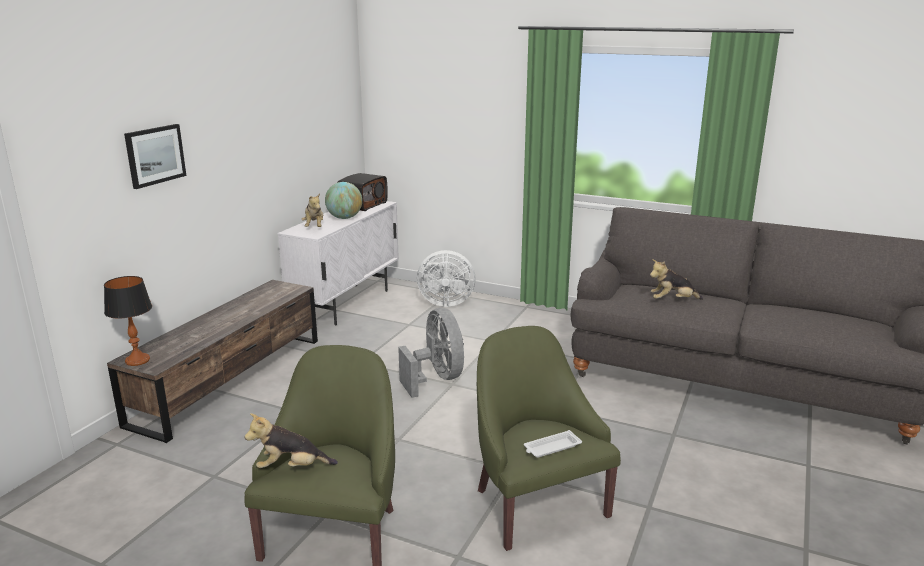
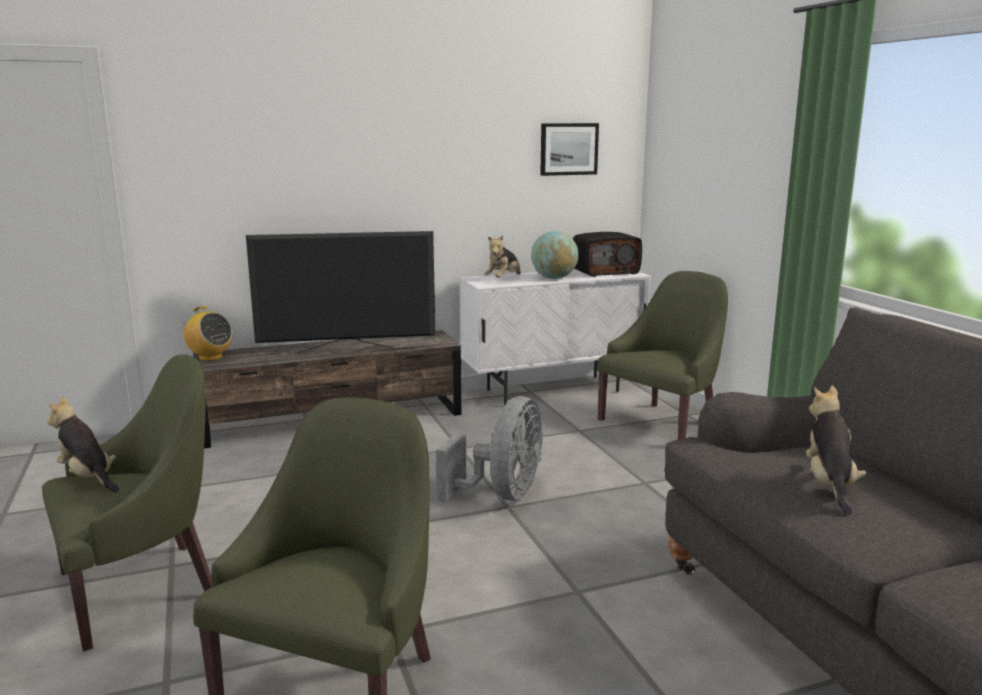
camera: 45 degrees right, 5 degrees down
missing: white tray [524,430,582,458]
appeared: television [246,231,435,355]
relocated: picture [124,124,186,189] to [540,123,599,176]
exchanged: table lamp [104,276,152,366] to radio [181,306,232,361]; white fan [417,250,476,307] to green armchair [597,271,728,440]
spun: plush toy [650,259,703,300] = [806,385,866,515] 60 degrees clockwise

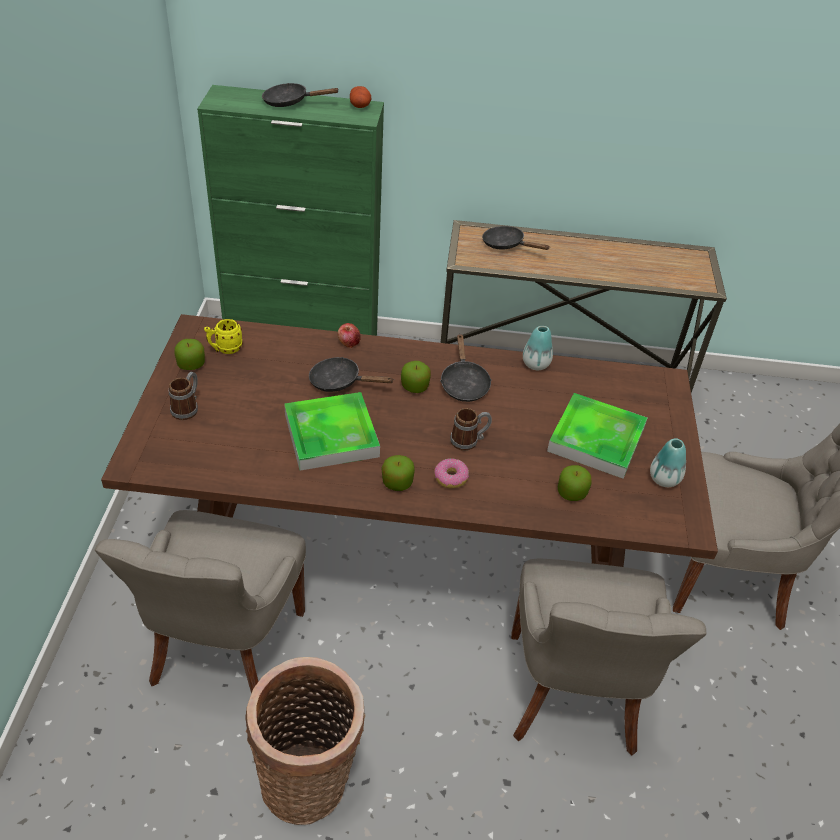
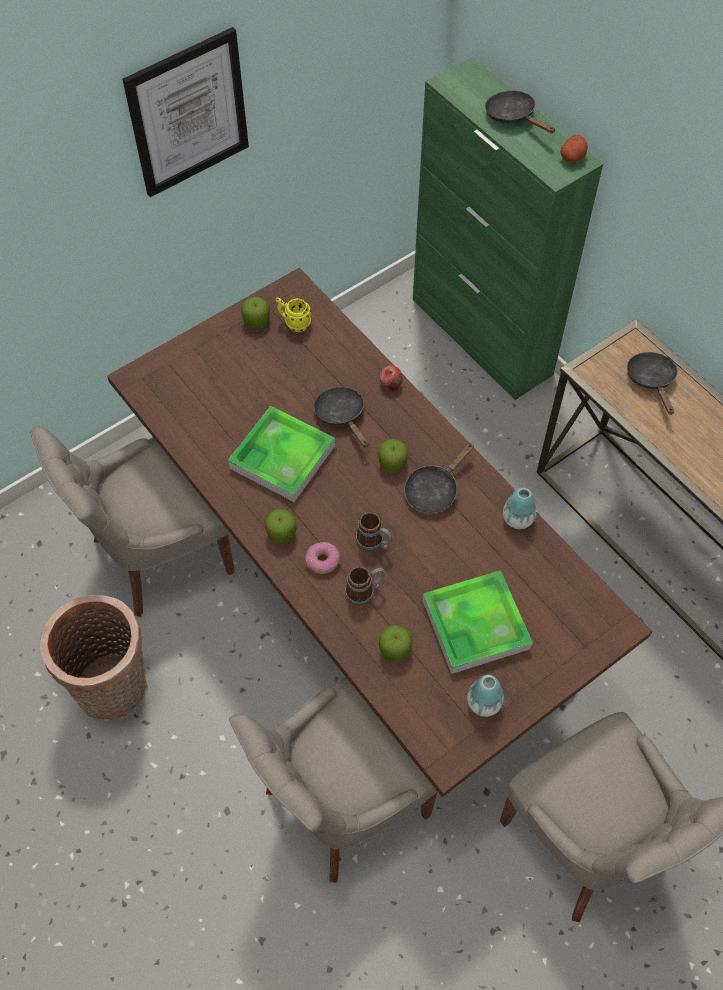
camera: 50 degrees right, 15 degrees up
appeared: picture [123,27,249,197]
relocated: mug [169,372,198,420] to [345,566,386,606]

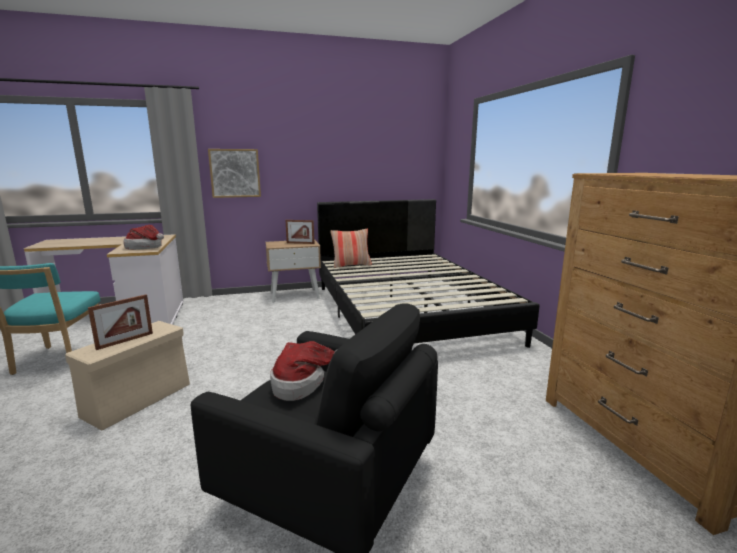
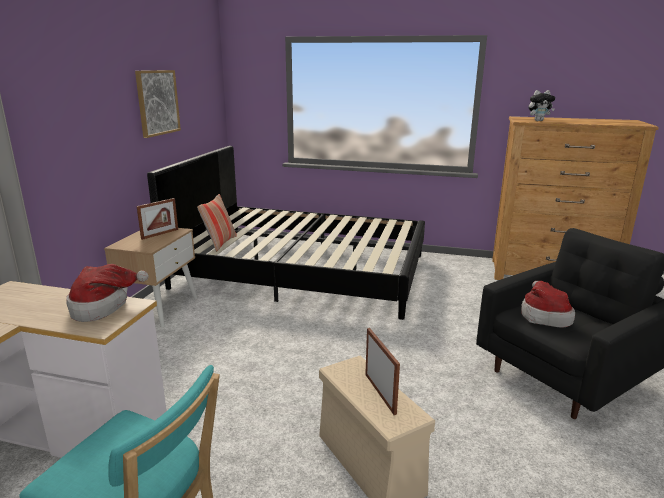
camera: 60 degrees left, 5 degrees up
appeared: plush toy [529,90,555,121]
relocated: picture [208,149,261,198] to [135,70,181,138]

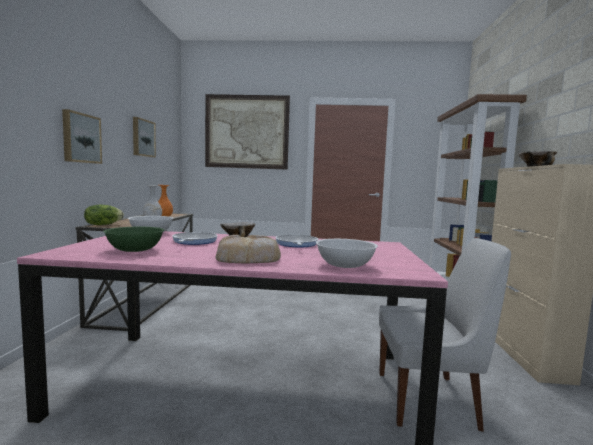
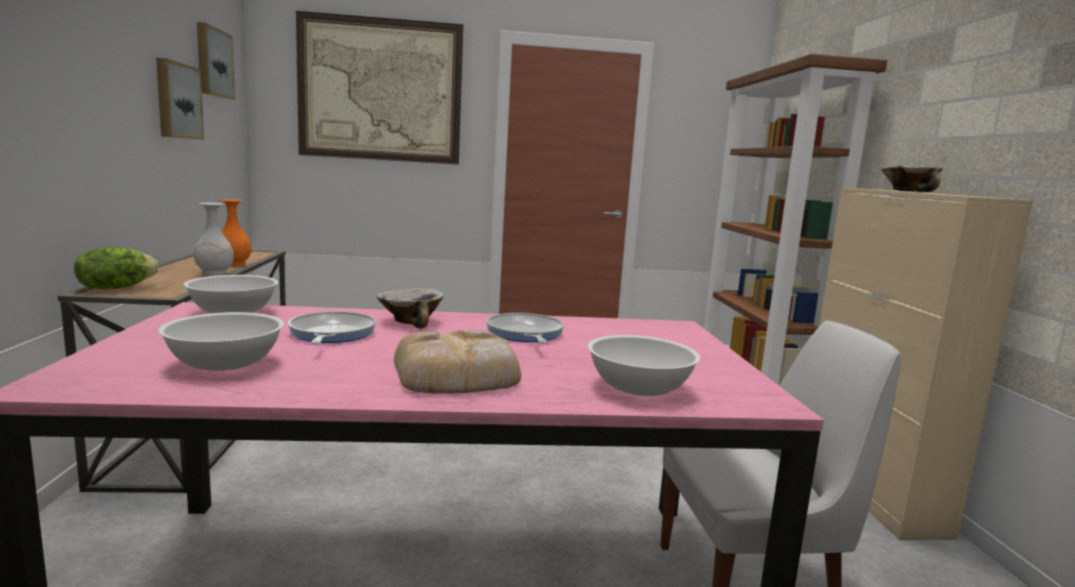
camera: 10 degrees left, 5 degrees up
relocated: picture [62,109,102,164] to [197,22,235,100]
colour: green bowl [103,227,164,252] to white bowl [158,312,284,371]

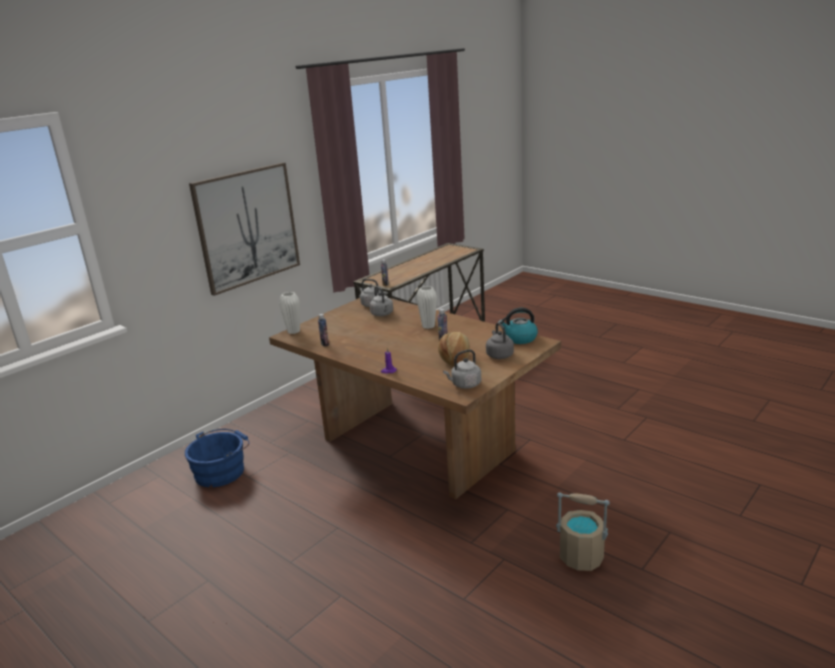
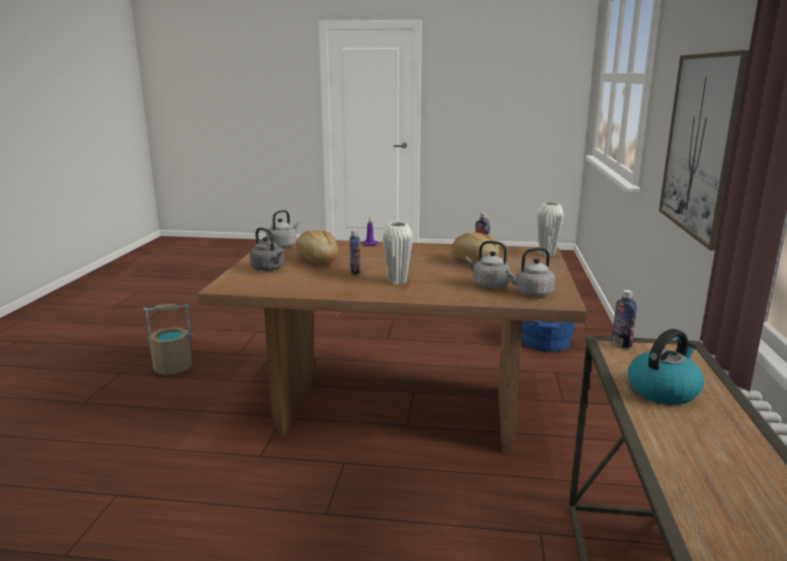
camera: 145 degrees right, 5 degrees down
appeared: bread [451,233,500,264]
relocated: kettle [498,308,538,344] to [628,329,704,405]

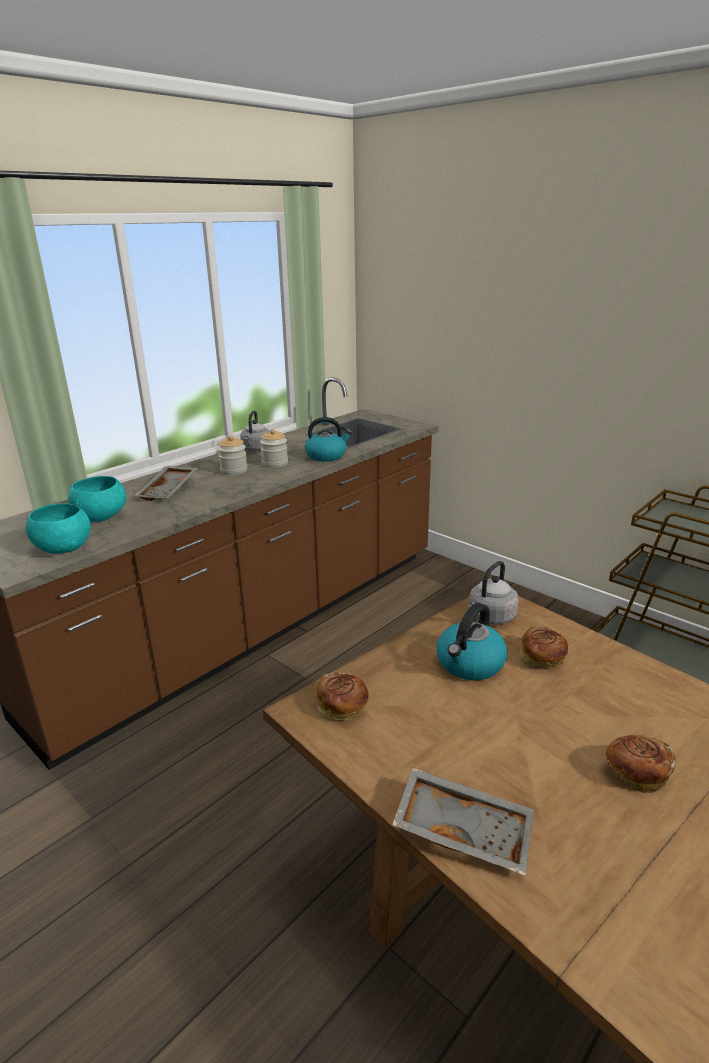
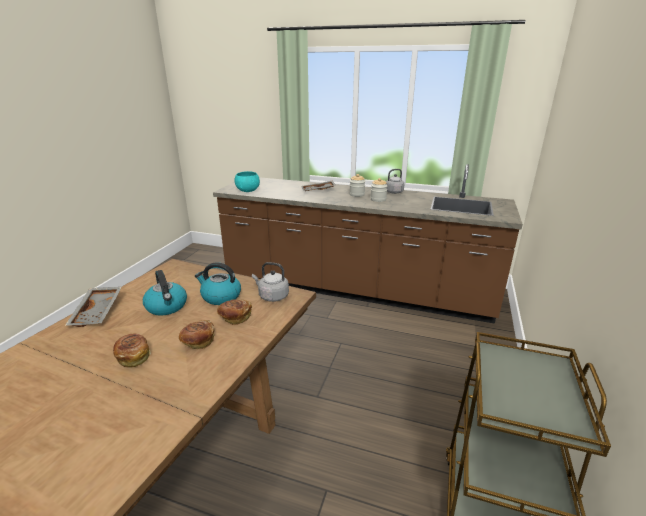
camera: 65 degrees right, 0 degrees up
missing: turquoise bowl [68,476,126,522]
relocated: kettle [304,417,352,461] to [143,270,187,316]; bread [317,672,369,720] to [179,320,214,349]

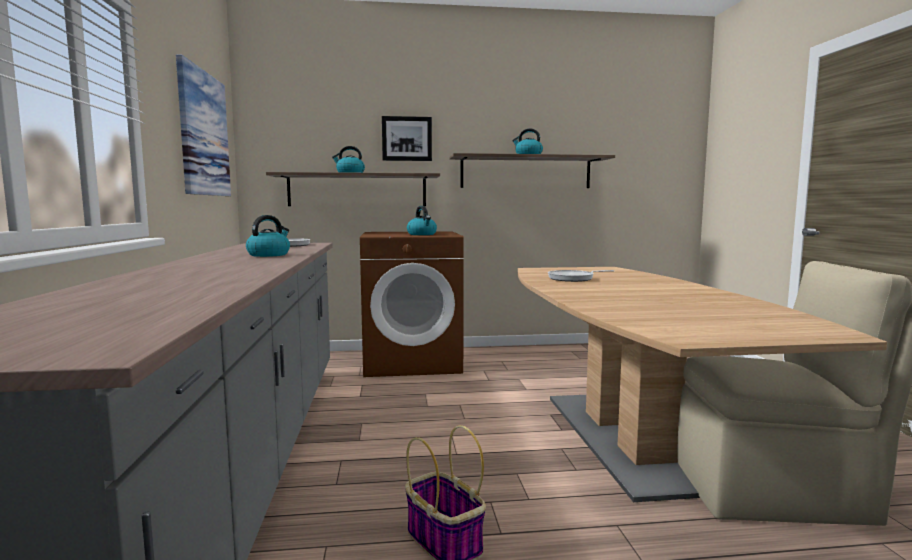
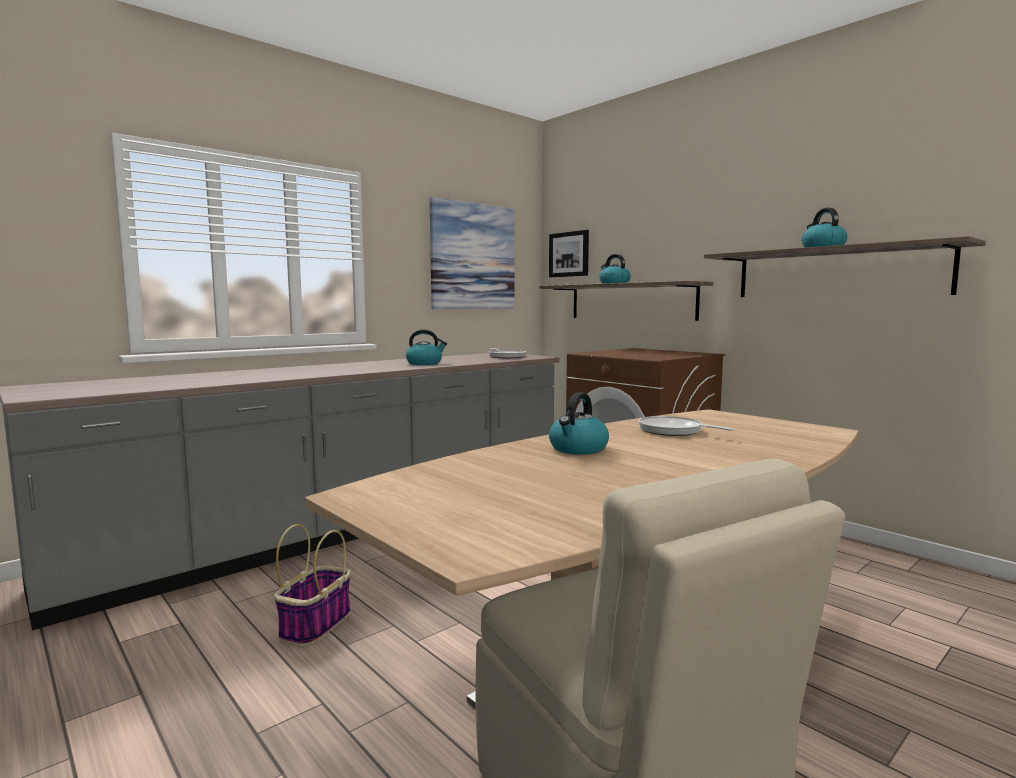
camera: 55 degrees right, 0 degrees up
relocated: picture [382,116,432,161] to [549,230,589,277]; kettle [407,206,437,235] to [549,392,609,455]

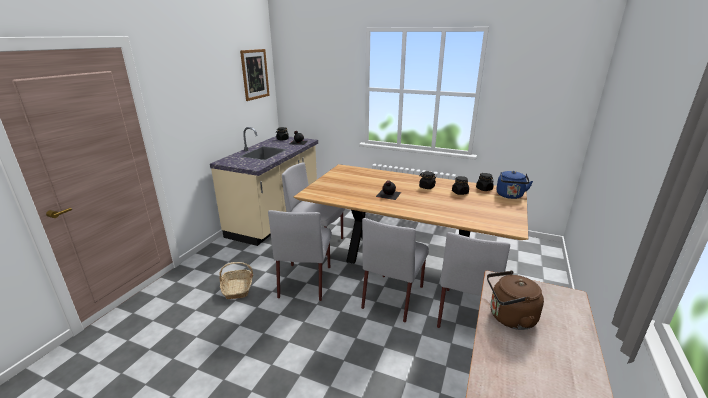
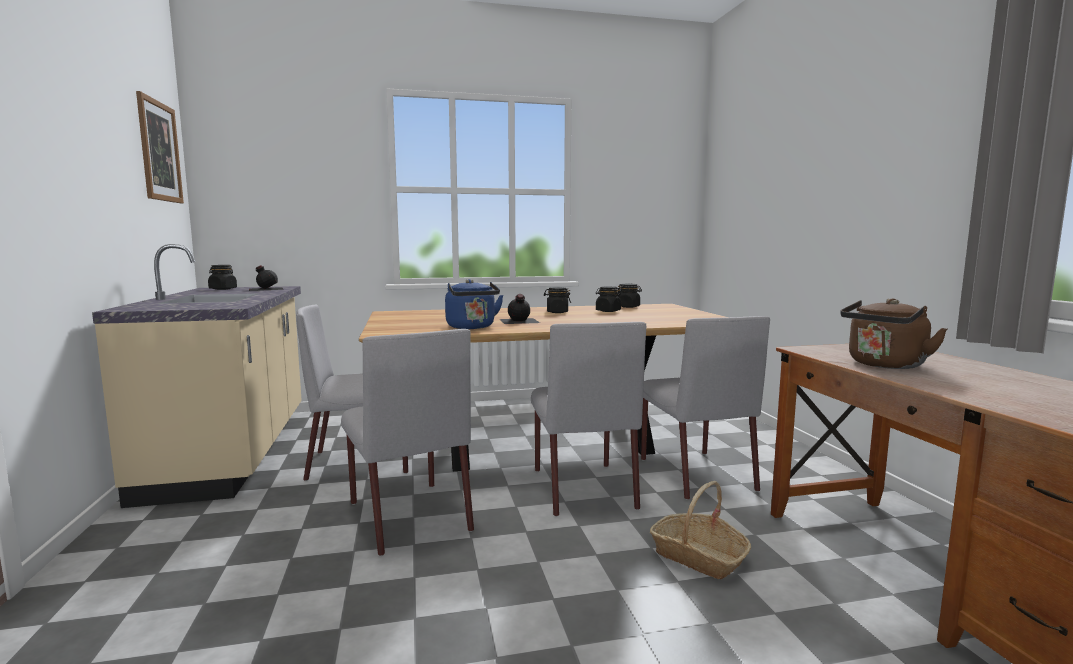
camera: 35 degrees left, 15 degrees down
relocated: basket [219,262,253,299] to [650,481,751,579]; blue kettle [496,171,533,199] to [445,279,504,329]

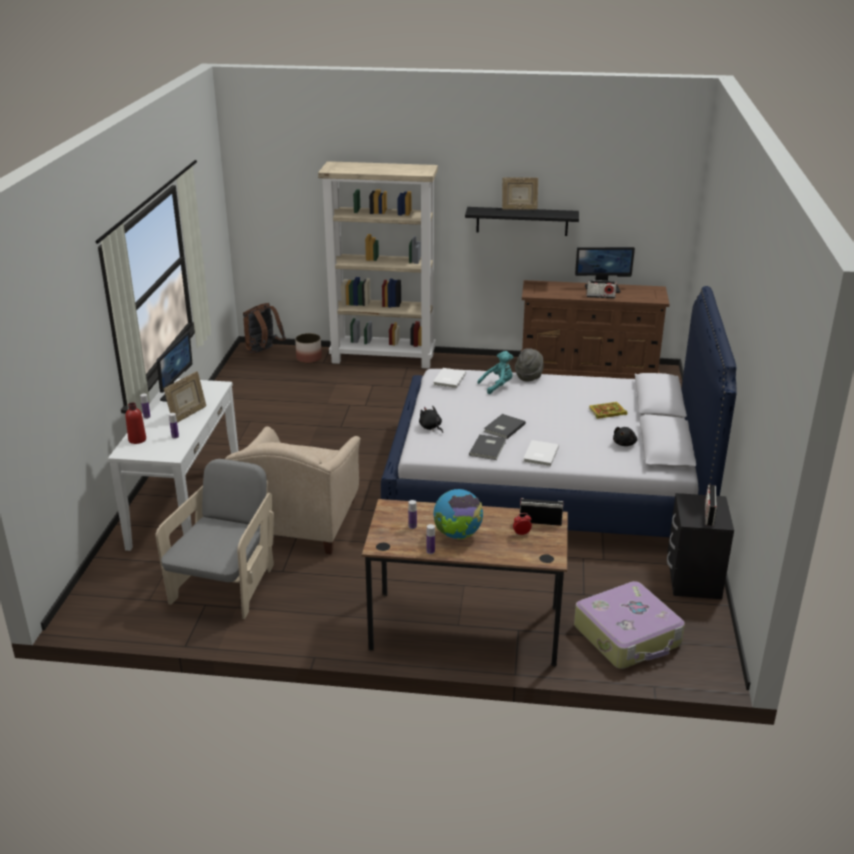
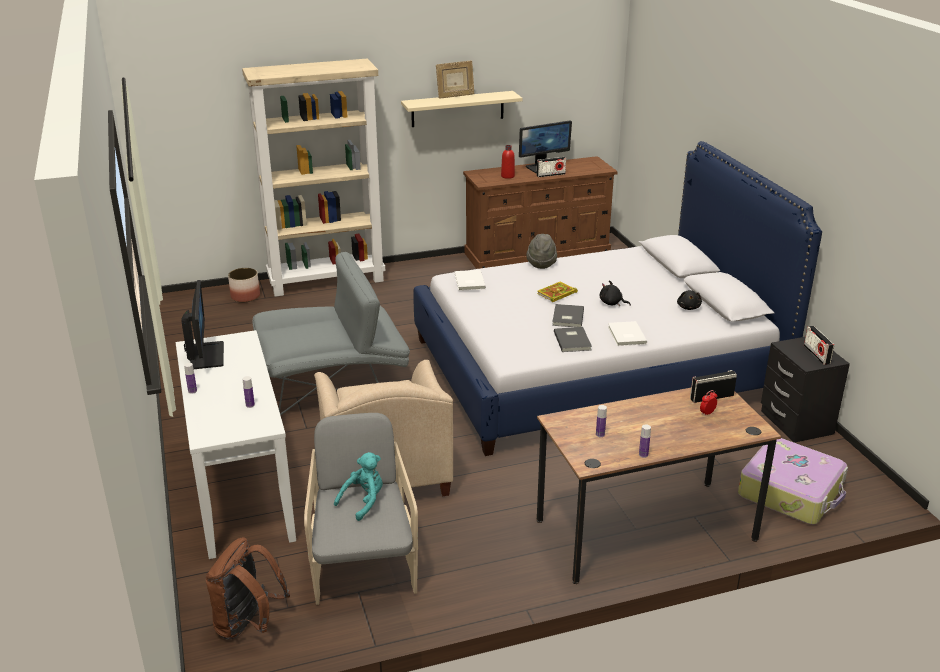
camera: 25 degrees left, 0 degrees up
missing: picture frame [164,371,206,423]; globe [434,489,483,540]
appeared: grey armchair [253,252,410,415]
relocated: red bottle [125,403,146,444] to [501,145,515,179]; brown backpack [243,303,286,353] to [206,537,290,640]; black plush toy [419,405,443,433] to [600,280,631,306]; turquoise plush toy [477,351,514,394] to [334,452,383,521]; book [589,402,627,419] to [537,282,578,302]
colour: black shelf [465,207,579,236] to beige shelf [401,91,522,127]

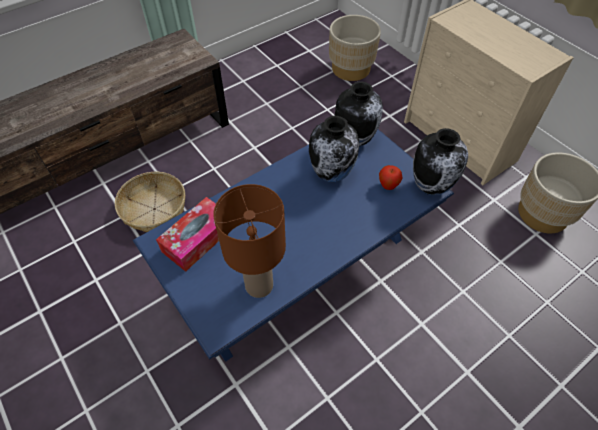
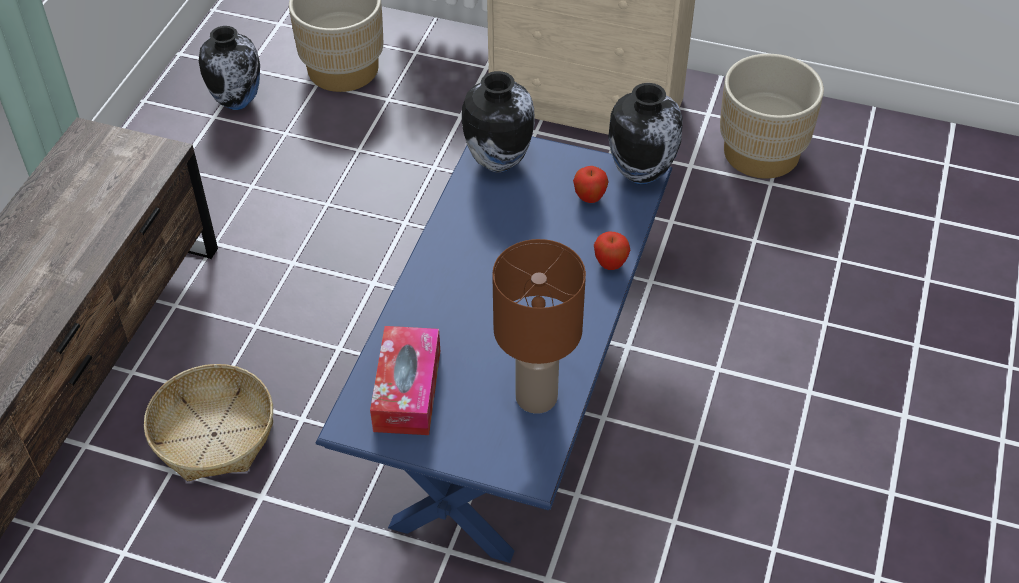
camera: 35 degrees left, 5 degrees down
appeared: apple [594,231,630,270]
relocated: vase [309,116,359,182] to [199,26,260,110]

